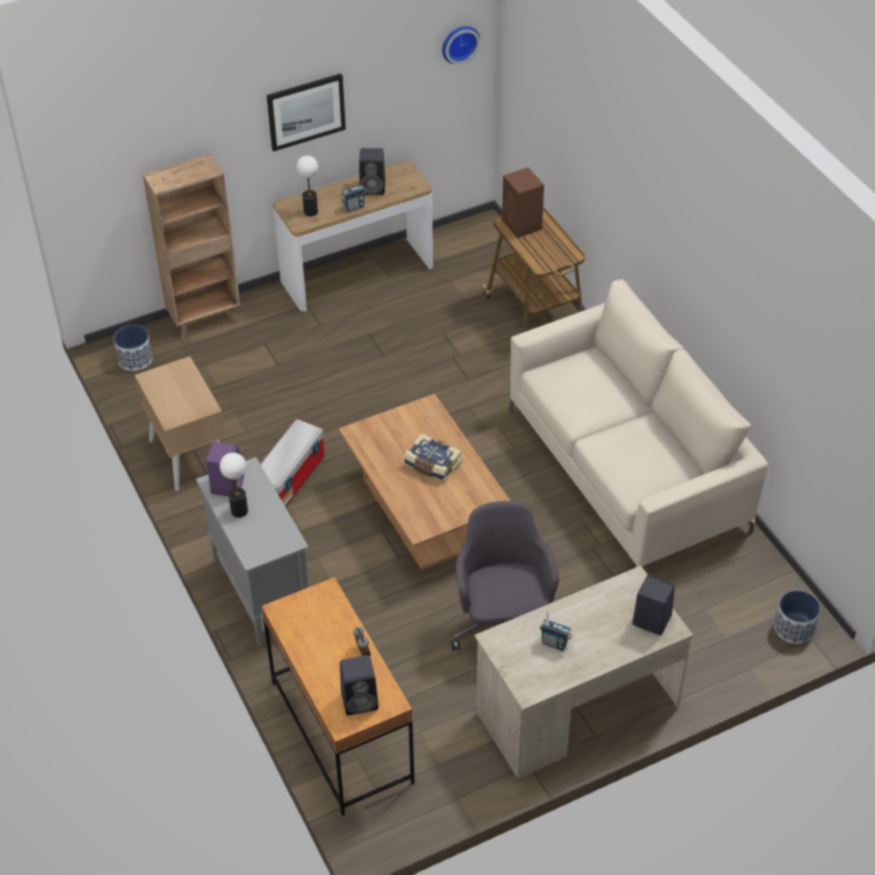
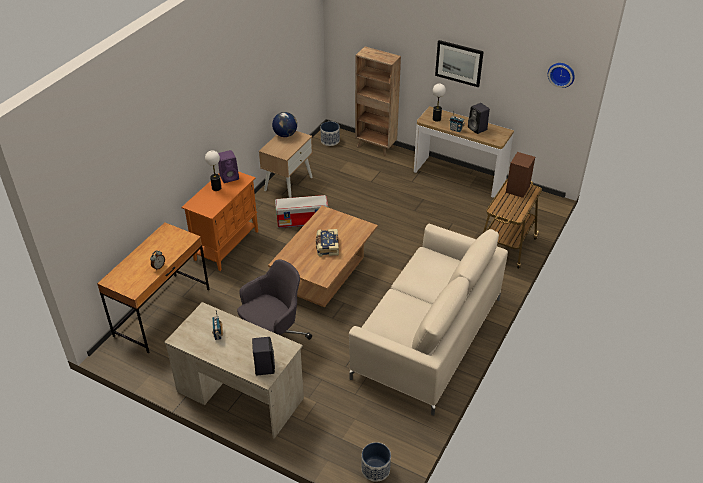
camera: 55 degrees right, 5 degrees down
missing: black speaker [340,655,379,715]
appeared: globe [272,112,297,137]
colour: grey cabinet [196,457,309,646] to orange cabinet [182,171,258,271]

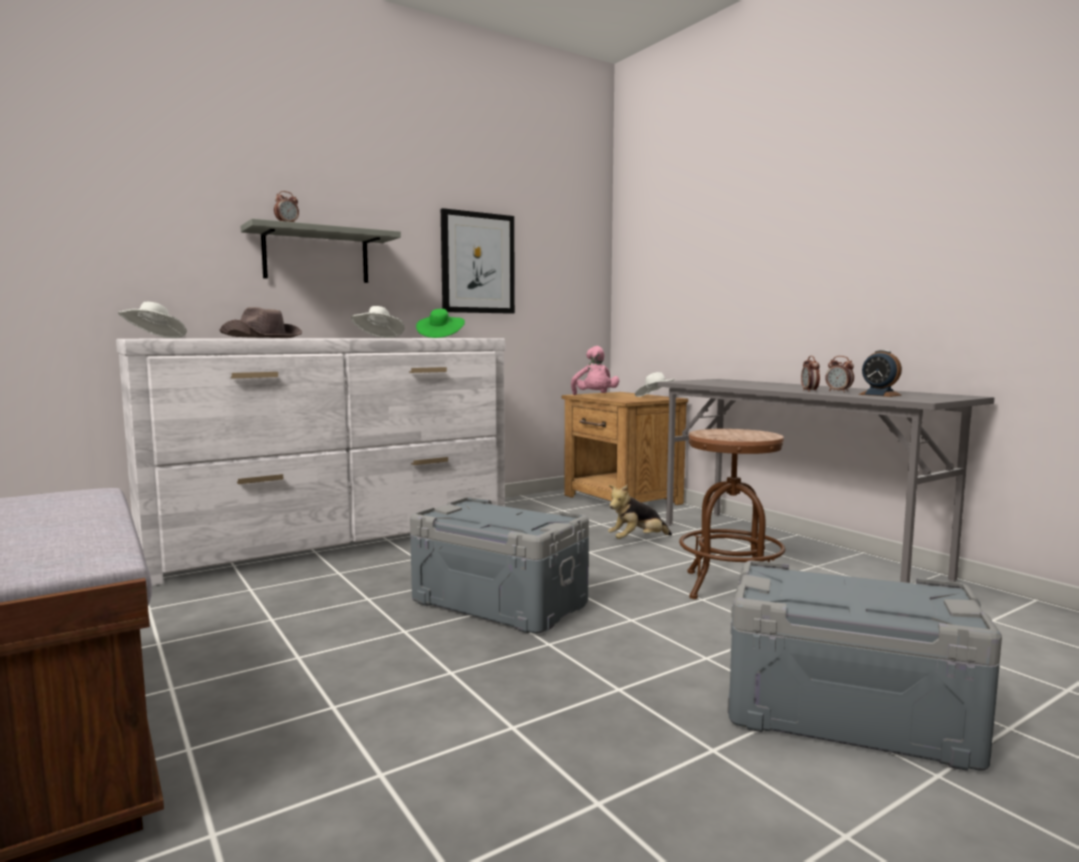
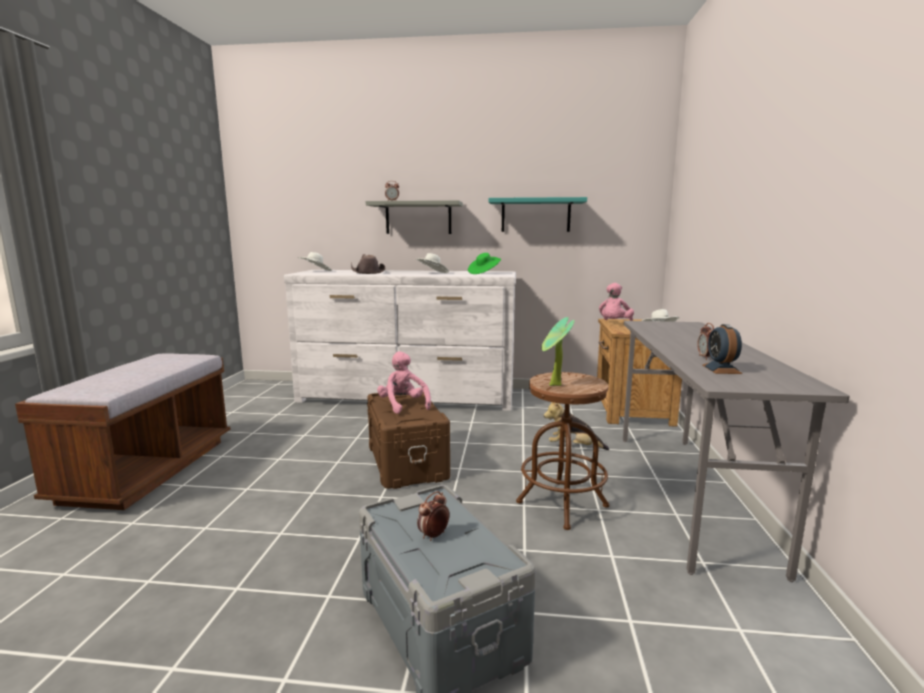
camera: 40 degrees right, 5 degrees up
appeared: pink plush toy [377,351,431,414]; potted plant [541,317,575,386]
relocated: alarm clock [801,356,820,392] to [417,491,449,541]
exchanged: picture [441,208,515,314] to turquoise shelf [488,197,587,232]
colour: grey storage box [410,497,589,634] to brown storage box [367,392,450,489]

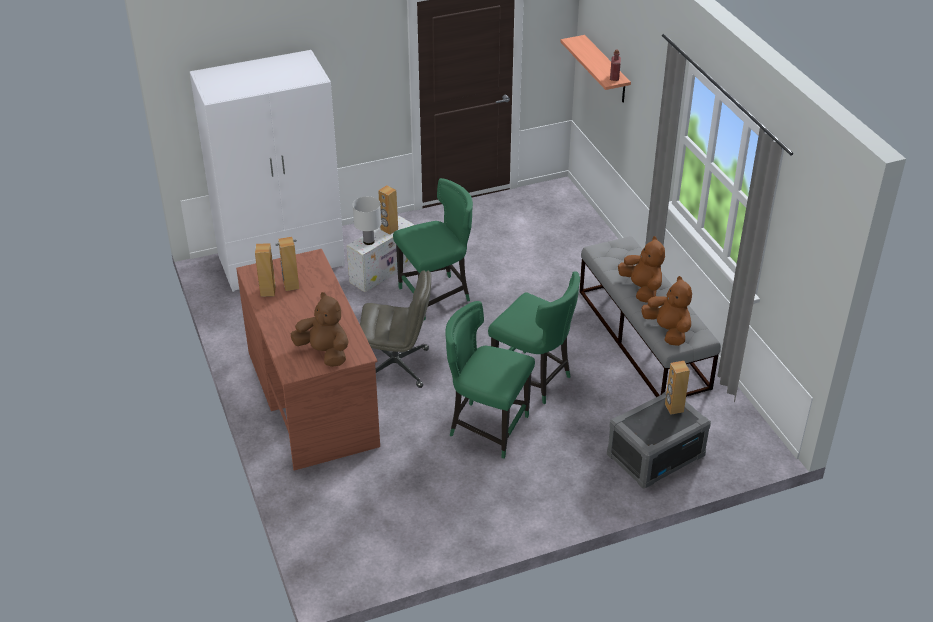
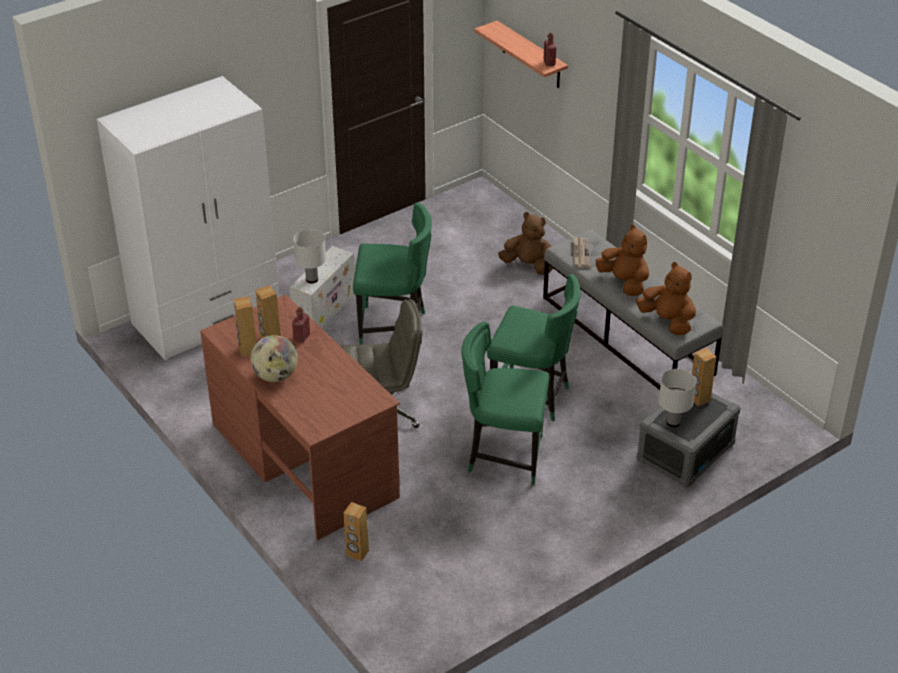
camera: 15 degrees left, 0 degrees up
appeared: globe [250,335,298,382]; red bottle [292,307,310,343]; newspaper [573,236,591,268]; white table lamp [659,369,696,427]
relocated: brown plush toy [291,292,349,367] to [498,212,553,275]; brown speaker [378,185,398,235] to [343,502,369,561]
spun: green chair [393,178,473,320] = [353,202,432,345] 45 degrees clockwise

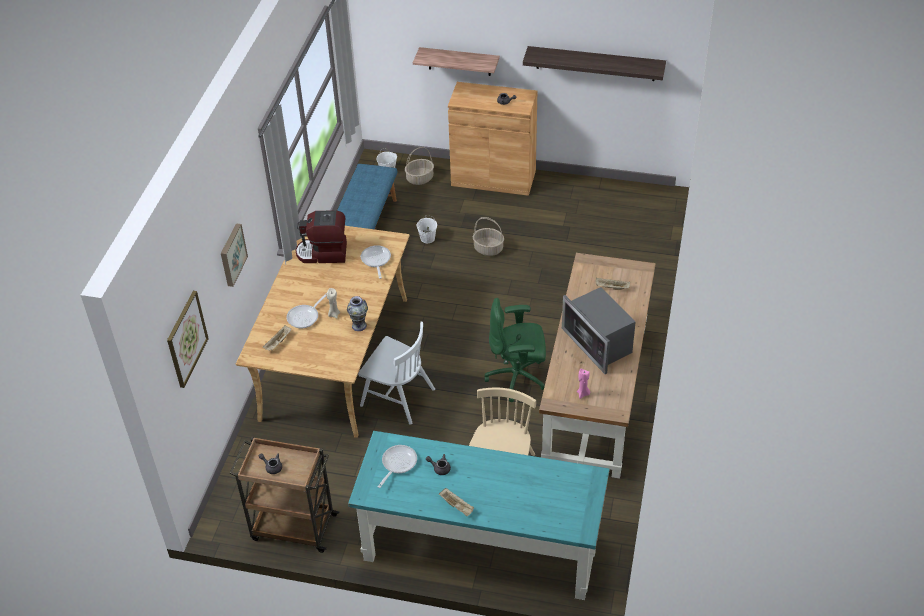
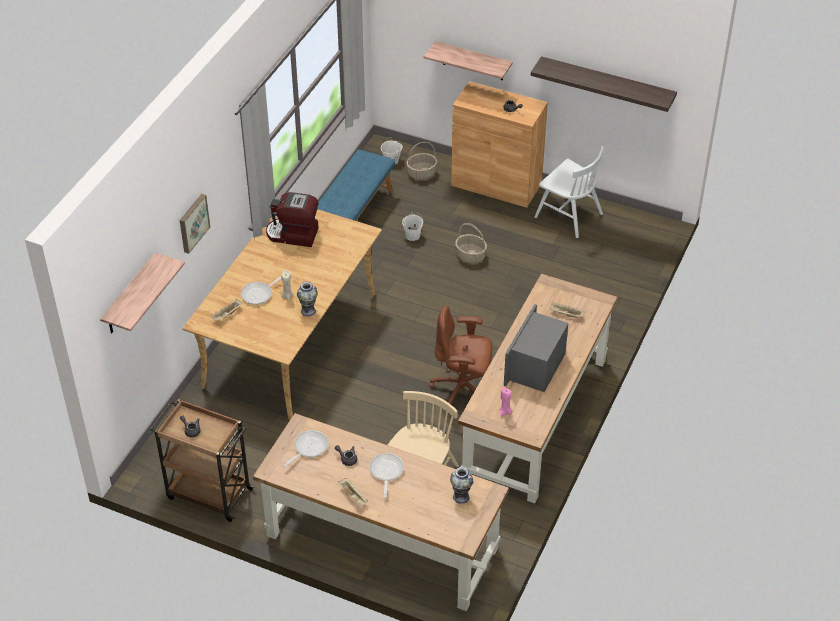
camera: 10 degrees right, 0 degrees up
appeared: vase [450,467,473,504]
relocated: white chair [358,322,435,425] to [535,146,603,238]; frying pan [361,245,391,279] to [369,453,404,498]
exchanged: picture [167,291,209,388] to shelf [100,253,185,333]
colour: turquoise desk [348,431,609,600] to brown desk [253,413,509,611]; green office chair [485,298,546,402] to brown office chair [429,305,492,404]
spun: microwave [562,287,636,374] = [504,304,568,392] 45 degrees clockwise

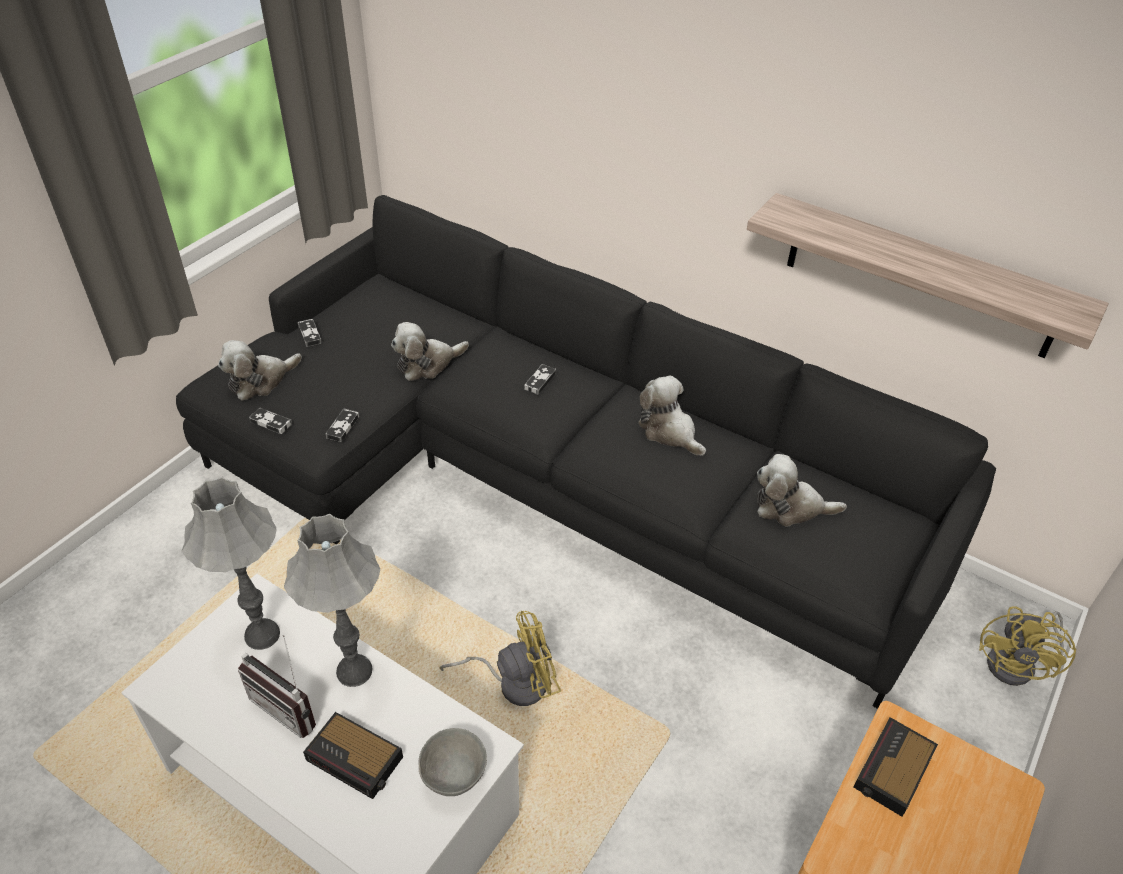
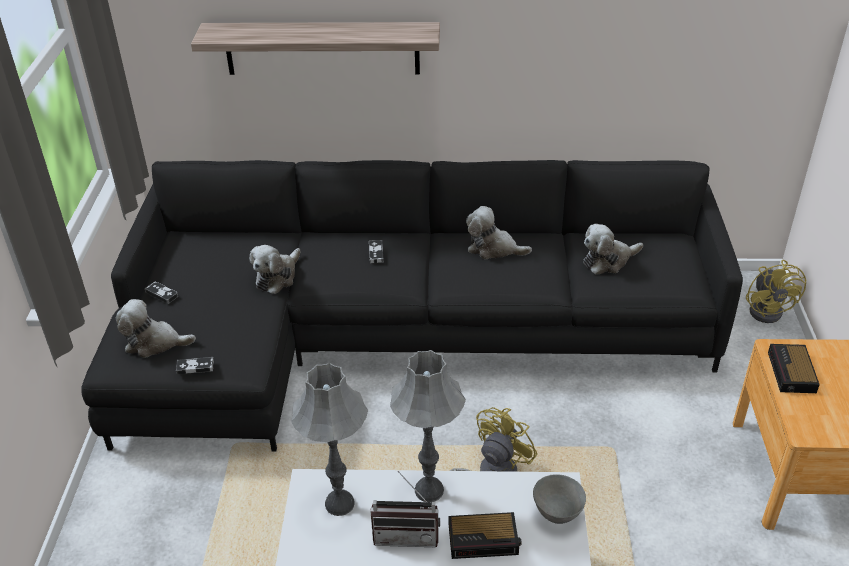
camera: 30 degrees left, 5 degrees down
missing: game controller [325,408,359,442]
relocated: shelf [747,193,1109,358] to [191,22,440,75]
spun: plush toy [218,340,302,401] = [116,299,196,358] 75 degrees clockwise

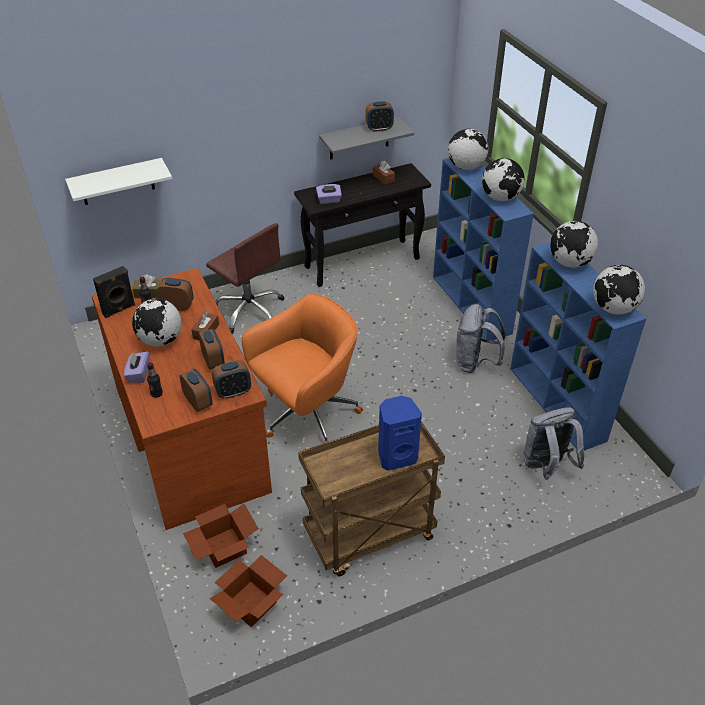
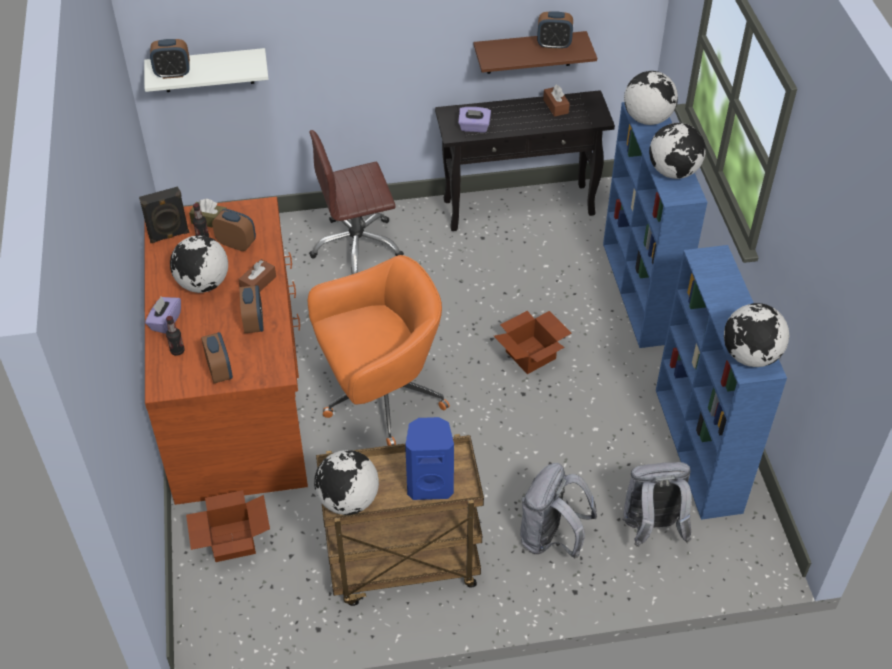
camera: 15 degrees right, 5 degrees up
relocated: cardboard box [210,555,287,627] to [494,311,571,374]; alarm clock [212,360,251,399] to [150,39,190,79]; grey backpack [457,304,506,373] to [520,463,597,558]; globe [550,221,598,268] to [314,450,379,515]
colour: grey shelf [319,117,414,160] to brown shelf [474,31,597,74]
spun: brown office chair [206,223,285,334] = [309,130,404,274] 105 degrees clockwise

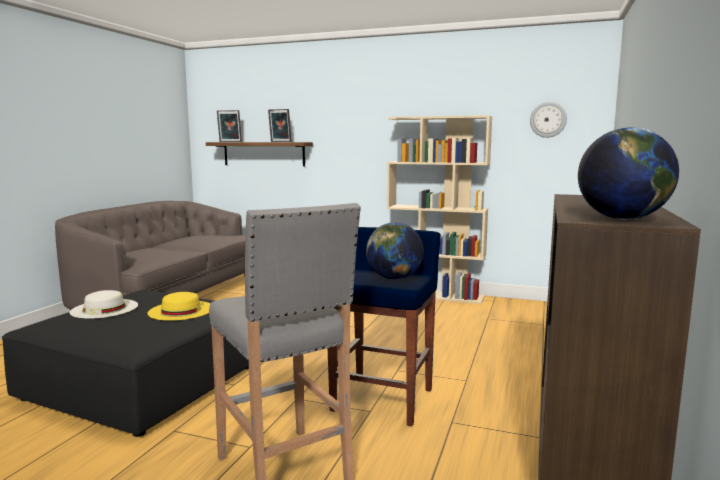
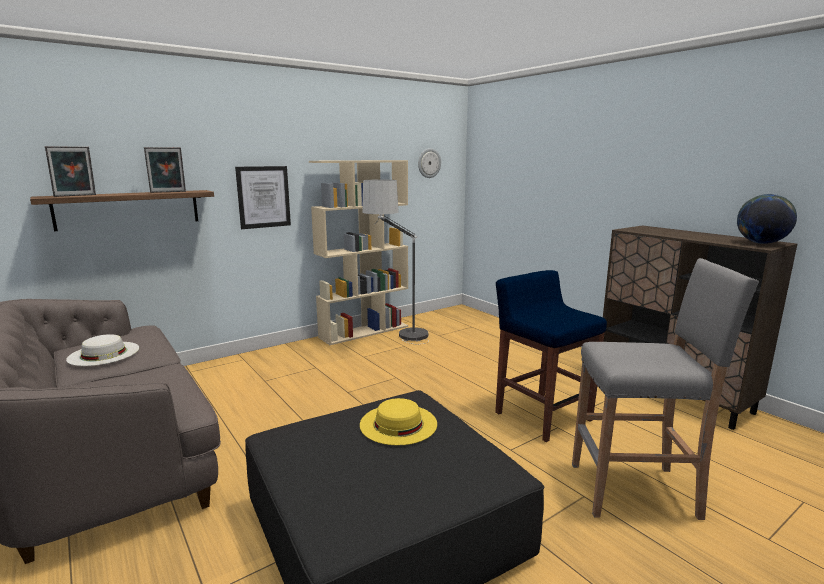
camera: 55 degrees left, 5 degrees up
missing: globe [366,222,424,280]
appeared: picture [235,166,291,229]; floor lamp [362,180,429,344]
relocated: white hat [69,290,138,318] to [66,334,139,366]

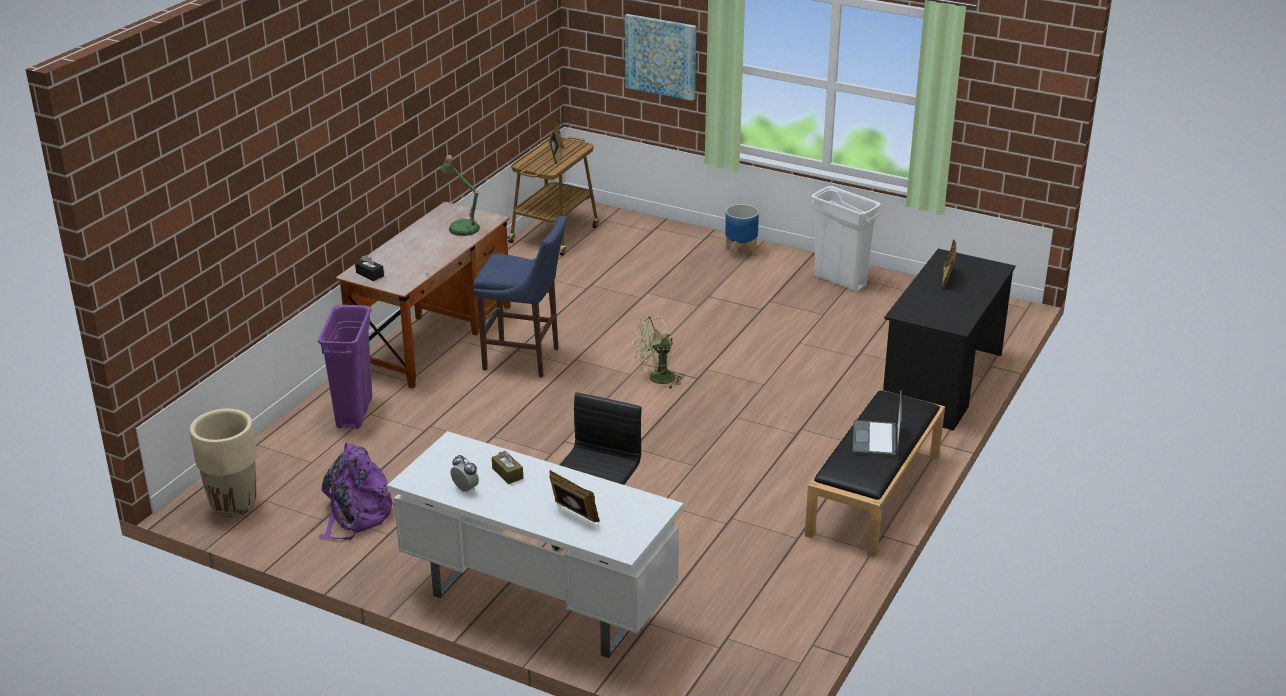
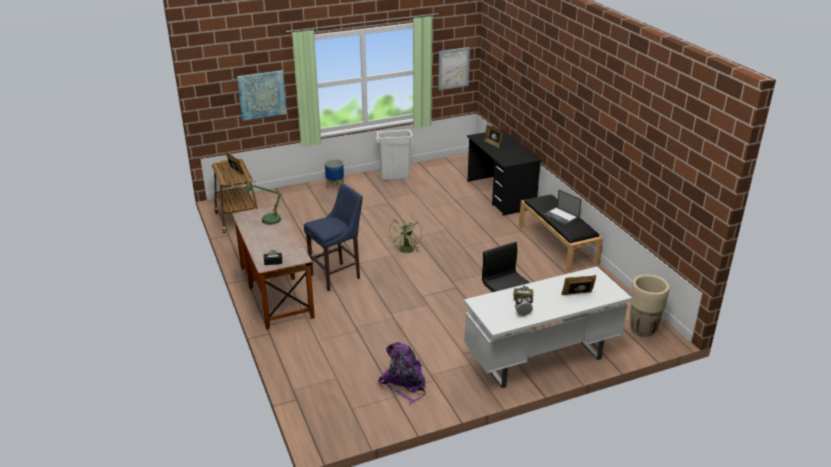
camera: 50 degrees left, 0 degrees up
missing: purple trash can [318,305,372,429]
appeared: picture [438,47,470,90]
relocated: beige planter [190,409,257,517] to [630,274,670,337]

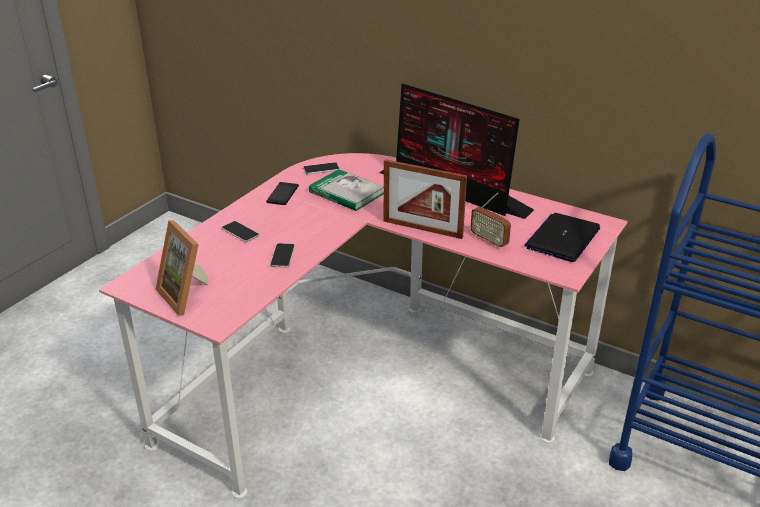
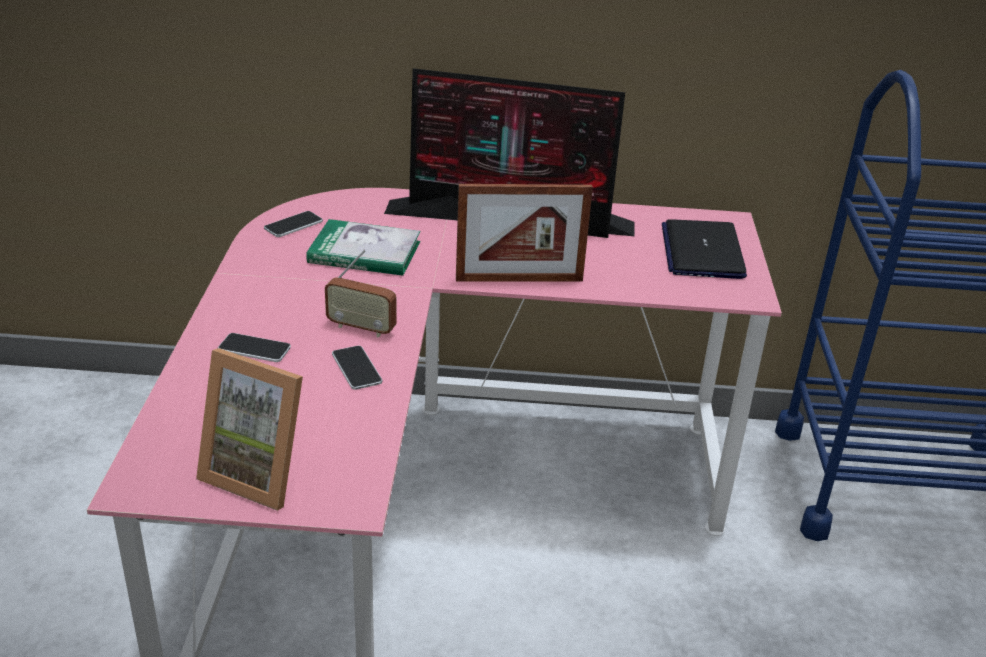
camera: 30 degrees left, 0 degrees up
missing: phone [266,182,299,205]
relocated: radio [471,192,511,248] to [325,249,396,337]

